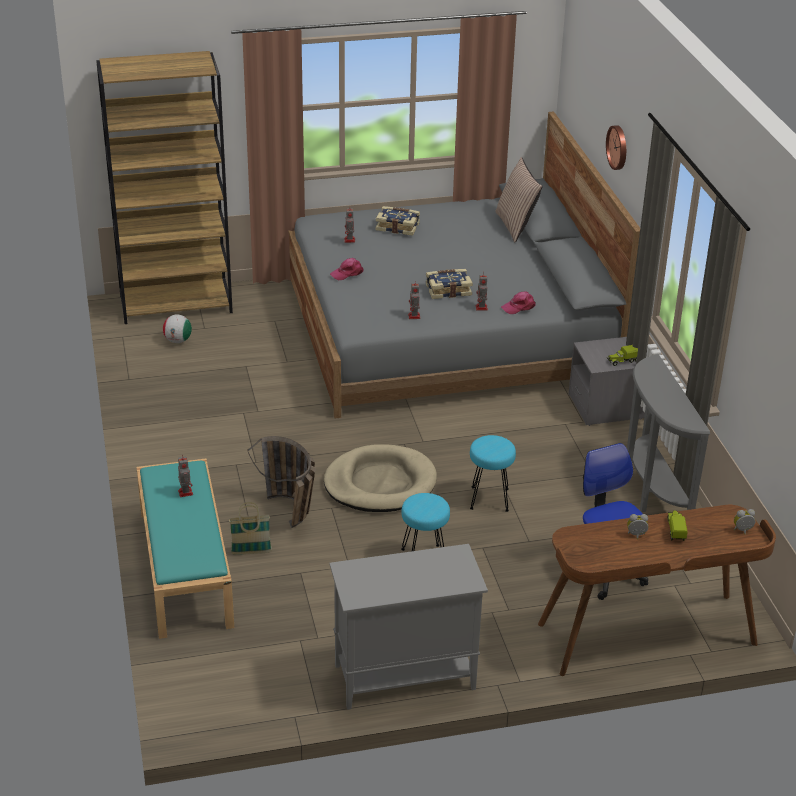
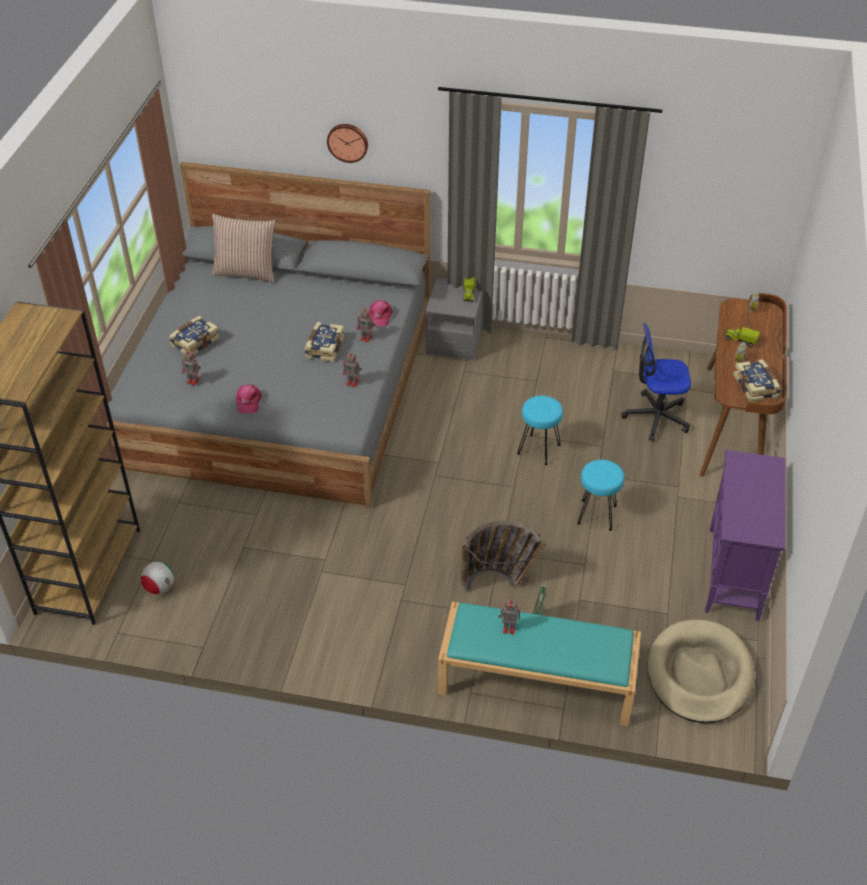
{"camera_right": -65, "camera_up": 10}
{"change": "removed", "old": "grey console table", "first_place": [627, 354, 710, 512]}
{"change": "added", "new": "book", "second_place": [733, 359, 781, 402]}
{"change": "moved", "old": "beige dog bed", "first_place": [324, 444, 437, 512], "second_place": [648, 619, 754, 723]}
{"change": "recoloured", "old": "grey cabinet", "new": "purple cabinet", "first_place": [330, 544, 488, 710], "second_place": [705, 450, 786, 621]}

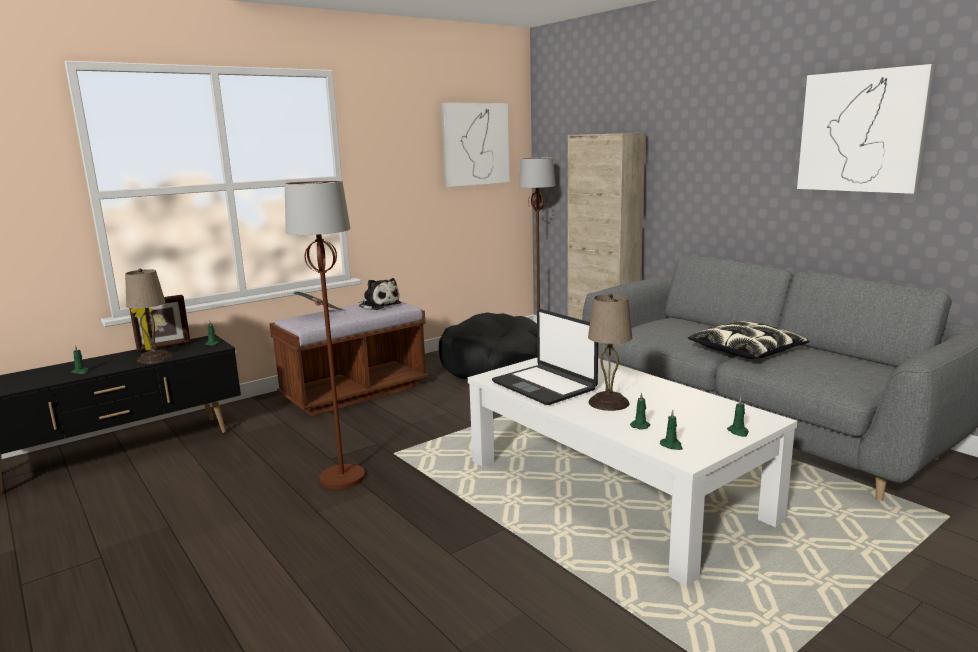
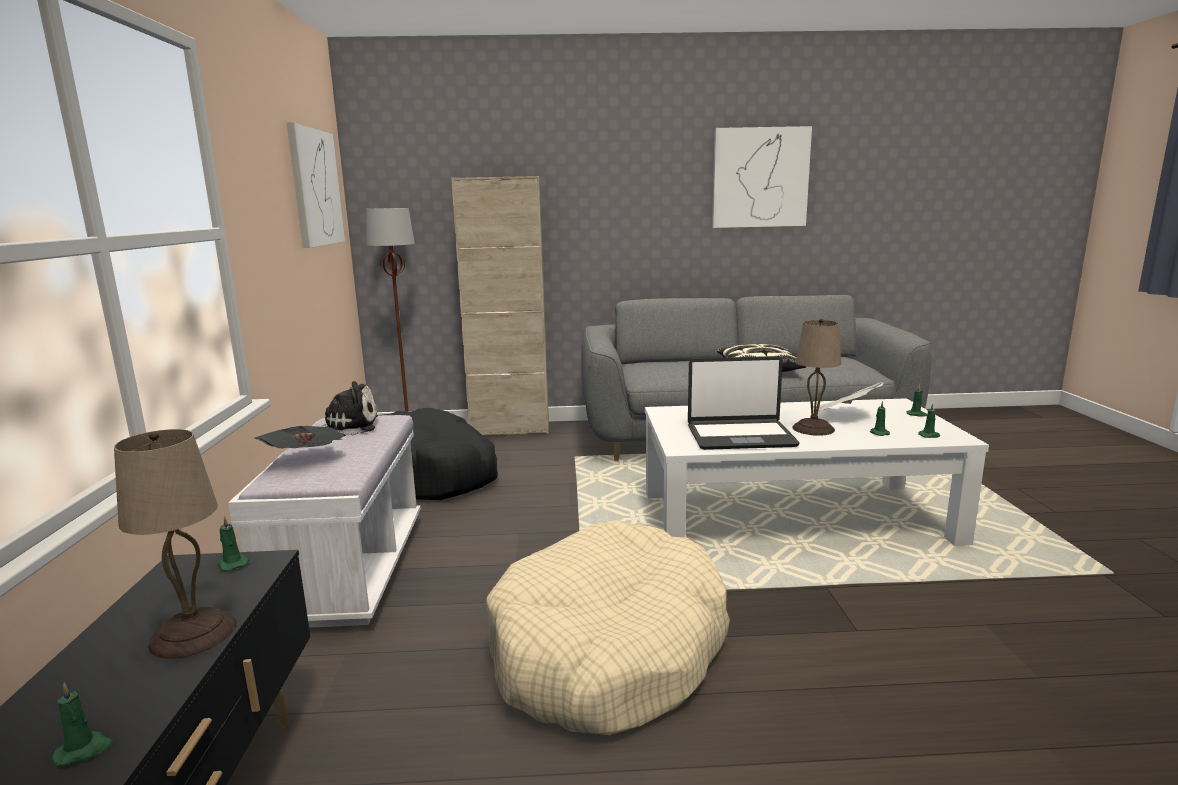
{"camera_right": -55, "camera_up": 0}
{"change": "removed", "old": "picture frame", "first_place": [129, 295, 191, 352]}
{"change": "added", "new": "newspaper", "second_place": [816, 382, 884, 412]}
{"change": "replaced", "old": "brown floor lamp", "new": "beige dog bed", "first_place": [285, 180, 365, 489], "second_place": [486, 520, 730, 735]}
{"change": "recoloured", "old": "brown bench", "new": "white bench", "first_place": [269, 301, 429, 416], "second_place": [228, 415, 421, 628]}

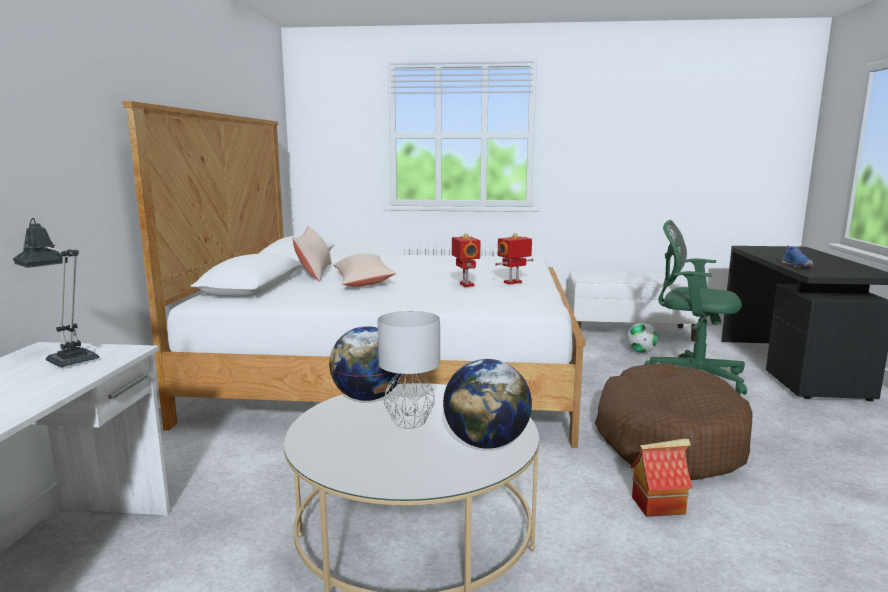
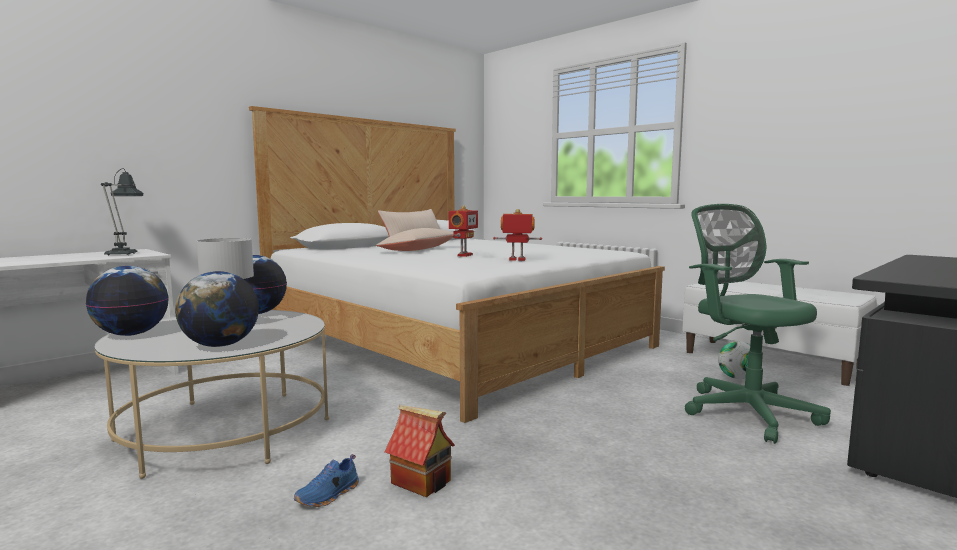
{"camera_right": 40, "camera_up": -5}
{"change": "removed", "old": "brown dog bed", "first_place": [595, 363, 752, 480]}
{"change": "added", "new": "globe", "second_place": [85, 266, 169, 336]}
{"change": "moved", "old": "blue shoe", "first_place": [781, 246, 813, 267], "second_place": [294, 454, 359, 507]}

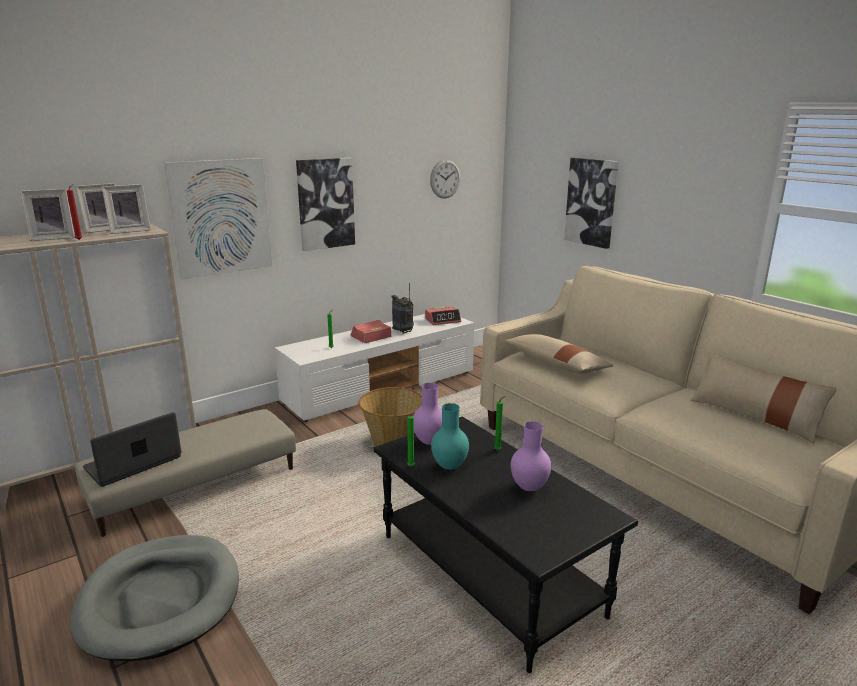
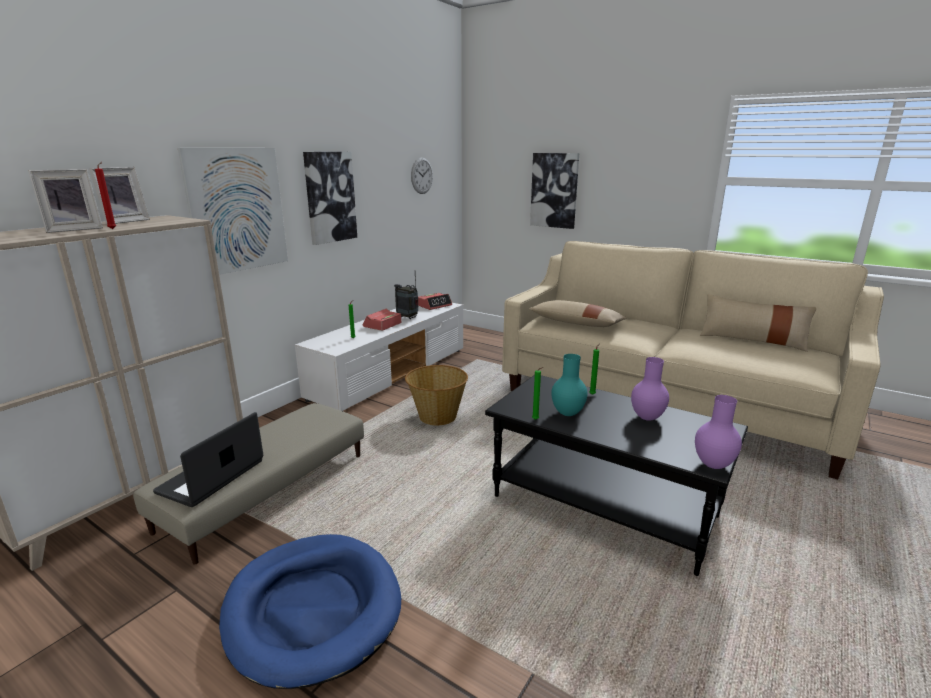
{"camera_right": -20, "camera_up": 0}
{"change": "removed", "old": "picture frame", "first_place": [102, 184, 151, 234]}
{"change": "moved", "old": "purple vase", "first_place": [413, 383, 442, 445], "second_place": [695, 395, 742, 469]}
{"change": "recoloured", "old": "grey dog bed", "new": "blue dog bed", "first_place": [70, 535, 239, 661], "second_place": [219, 534, 401, 689]}

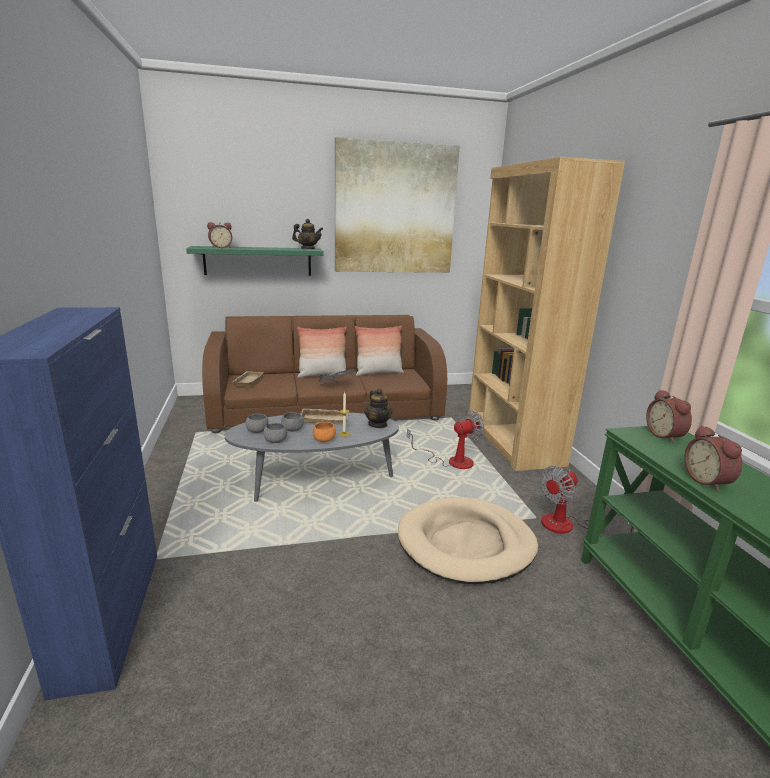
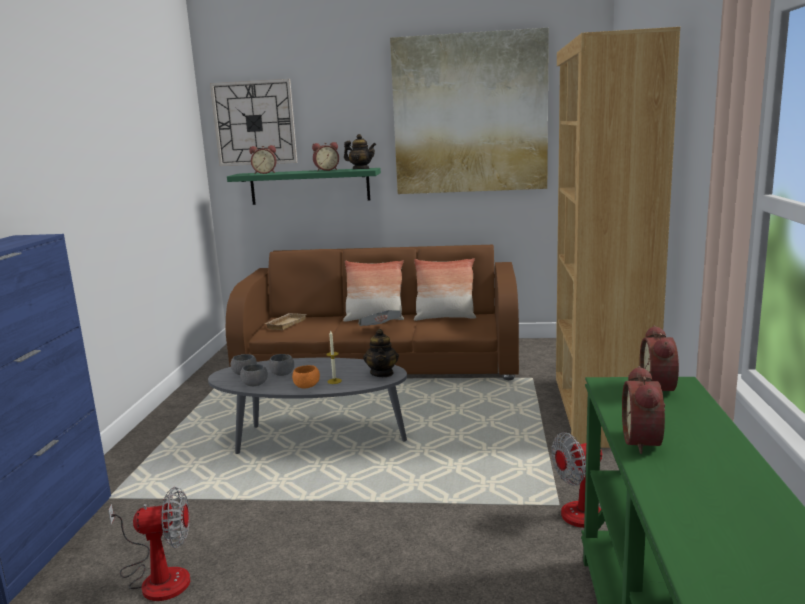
{"camera_right": 20, "camera_up": -5}
{"change": "removed", "old": "beige tray", "first_place": [301, 408, 348, 424]}
{"change": "removed", "old": "beige dog bed", "first_place": [398, 497, 538, 584]}
{"change": "added", "new": "wall clock", "second_place": [210, 79, 297, 166]}
{"change": "added", "new": "alarm clock", "second_place": [312, 142, 339, 171]}
{"change": "moved", "old": "fan", "first_place": [407, 410, 484, 469], "second_place": [108, 487, 190, 601]}

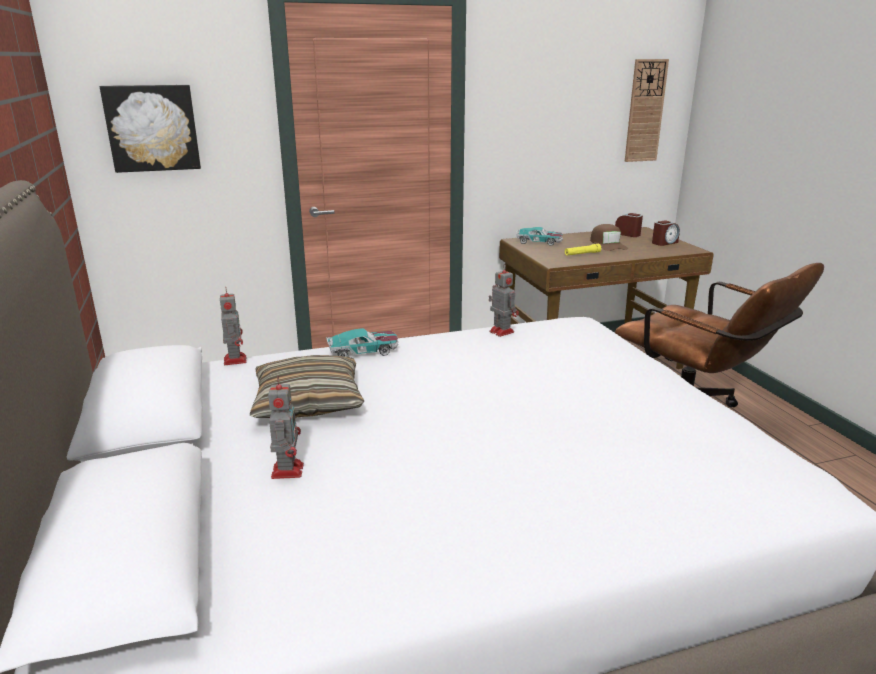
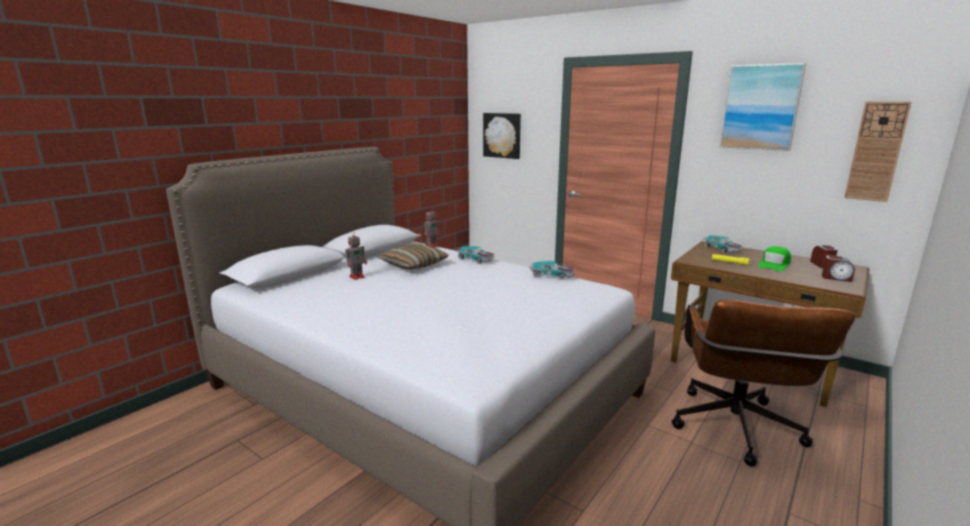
{"camera_right": 55, "camera_up": -5}
{"change": "added", "new": "picture", "second_place": [719, 63, 806, 151]}
{"change": "replaced", "old": "toy robot", "new": "toy car", "first_place": [489, 265, 519, 337], "second_place": [530, 261, 575, 280]}
{"change": "recoloured", "old": "brown cap", "new": "green cap", "first_place": [590, 224, 628, 251], "second_place": [758, 246, 791, 271]}

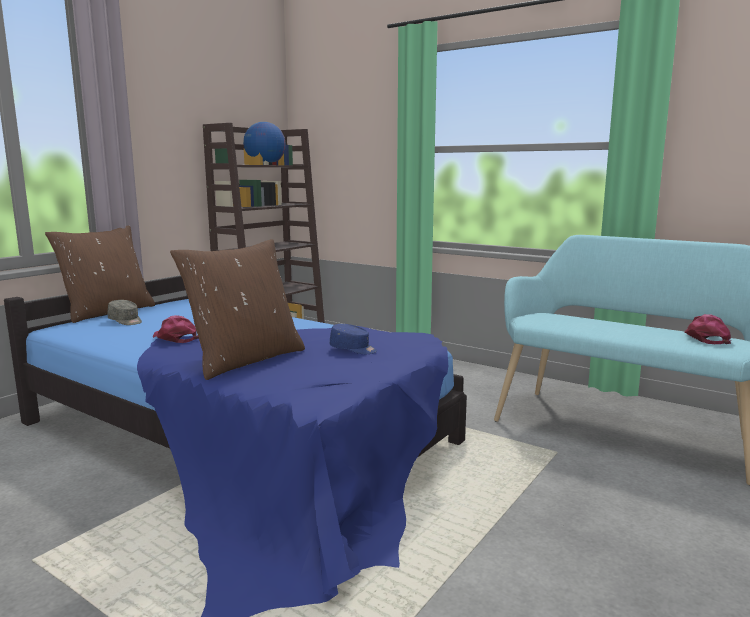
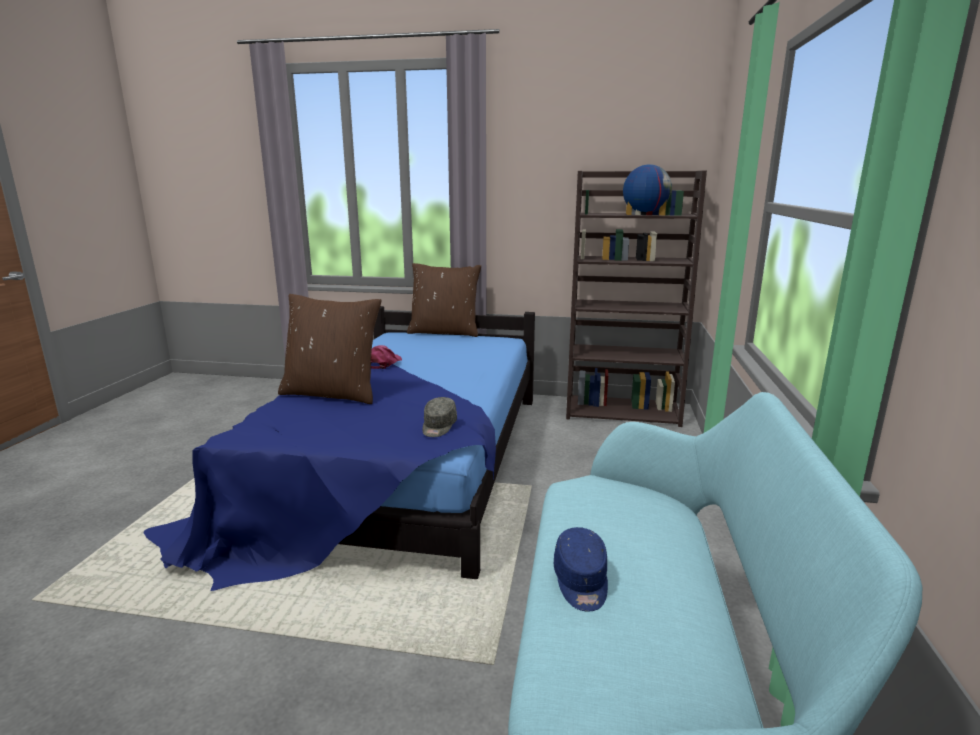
{"camera_right": 65, "camera_up": 5}
{"change": "removed", "old": "pink cap", "first_place": [685, 314, 731, 344]}
{"change": "moved", "old": "grey cap", "first_place": [108, 300, 142, 325], "second_place": [423, 397, 457, 437]}
{"change": "moved", "old": "blue cap", "first_place": [330, 324, 377, 354], "second_place": [554, 527, 608, 611]}

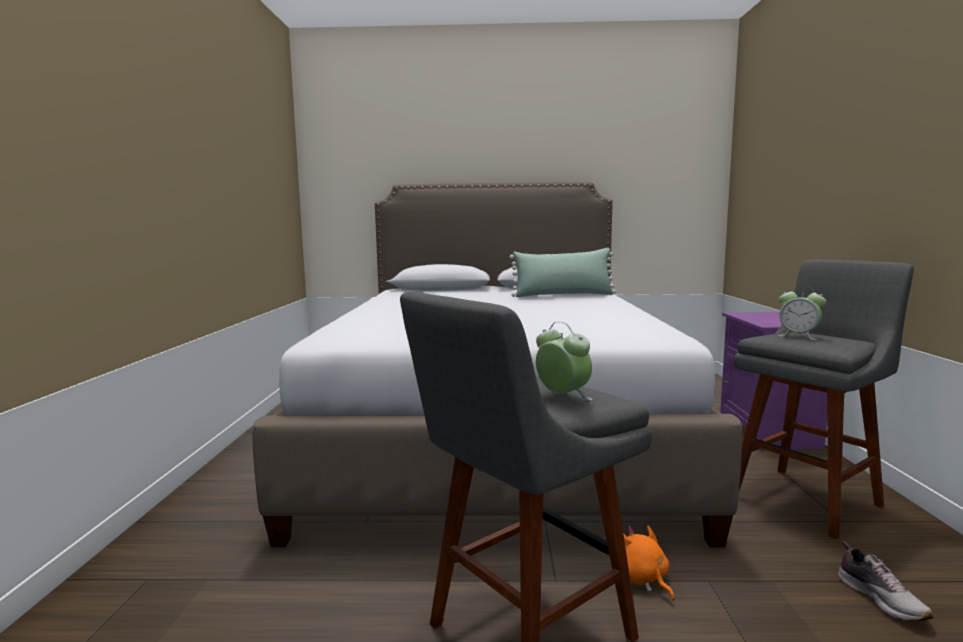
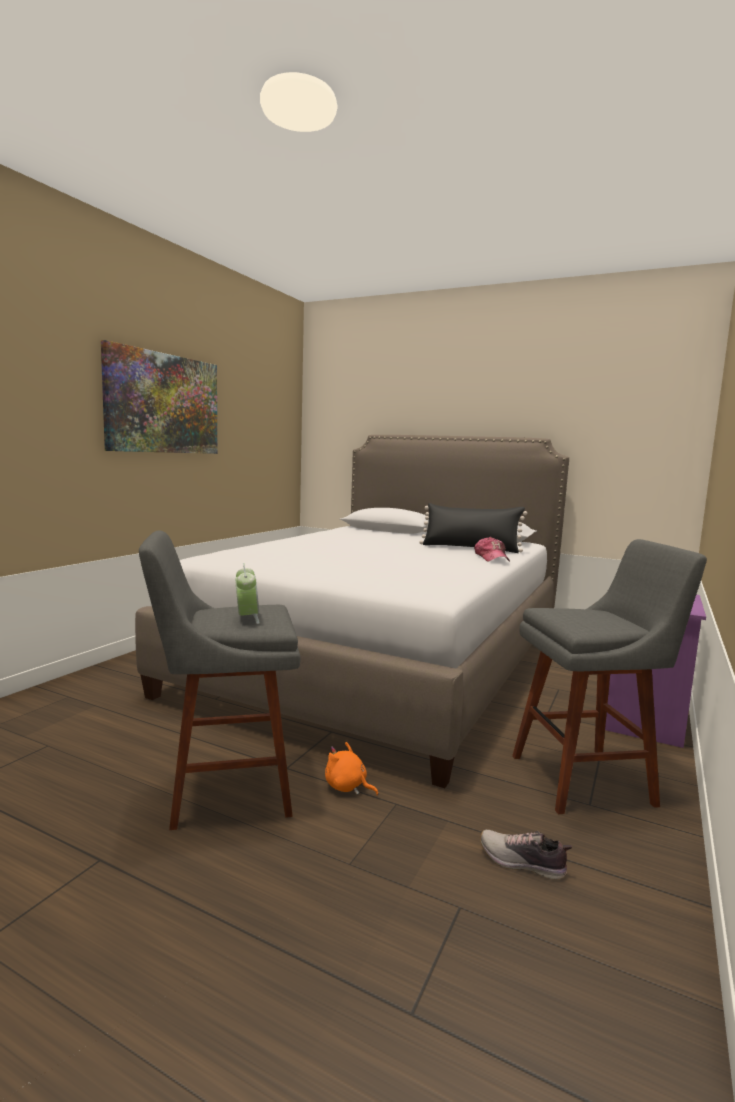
{"camera_right": 25, "camera_up": 0}
{"change": "removed", "old": "alarm clock", "first_place": [779, 286, 826, 340]}
{"change": "added", "new": "picture", "second_place": [101, 340, 217, 454]}
{"change": "added", "new": "cap", "second_place": [474, 537, 510, 562]}
{"change": "recoloured", "old": "green pillow", "new": "black pillow", "first_place": [509, 248, 616, 297], "second_place": [419, 503, 527, 553]}
{"change": "turned", "old": "orange plush toy", "first_place": [623, 526, 674, 600], "second_place": [325, 742, 378, 795], "degrees": -60}
{"change": "turned", "old": "shoe", "first_place": [838, 541, 933, 621], "second_place": [480, 830, 572, 880], "degrees": 105}

